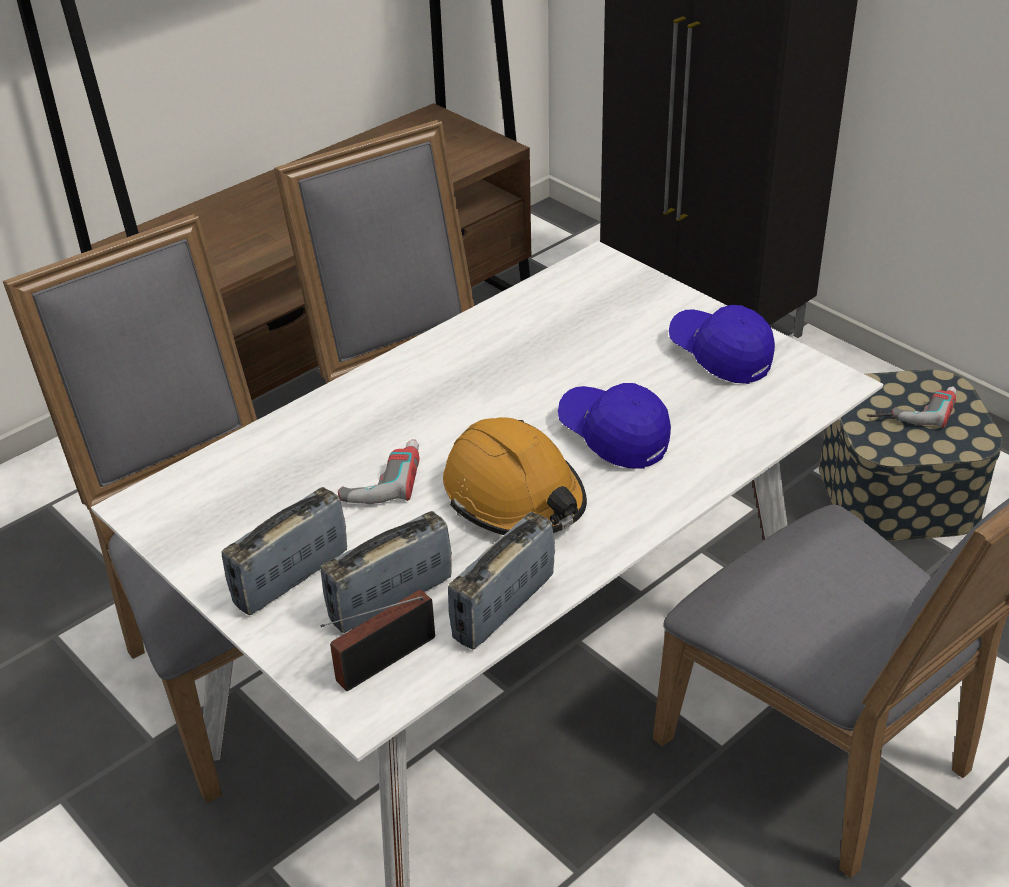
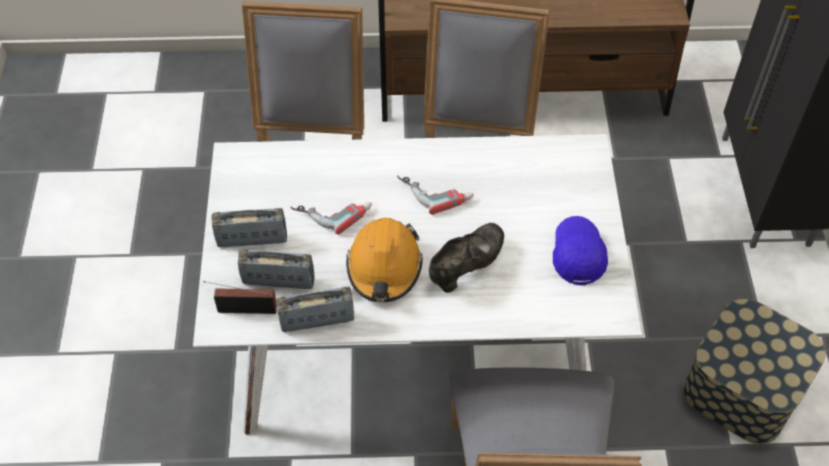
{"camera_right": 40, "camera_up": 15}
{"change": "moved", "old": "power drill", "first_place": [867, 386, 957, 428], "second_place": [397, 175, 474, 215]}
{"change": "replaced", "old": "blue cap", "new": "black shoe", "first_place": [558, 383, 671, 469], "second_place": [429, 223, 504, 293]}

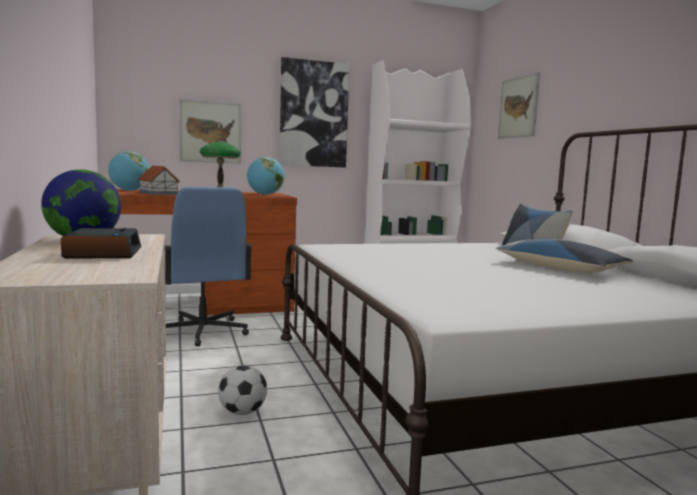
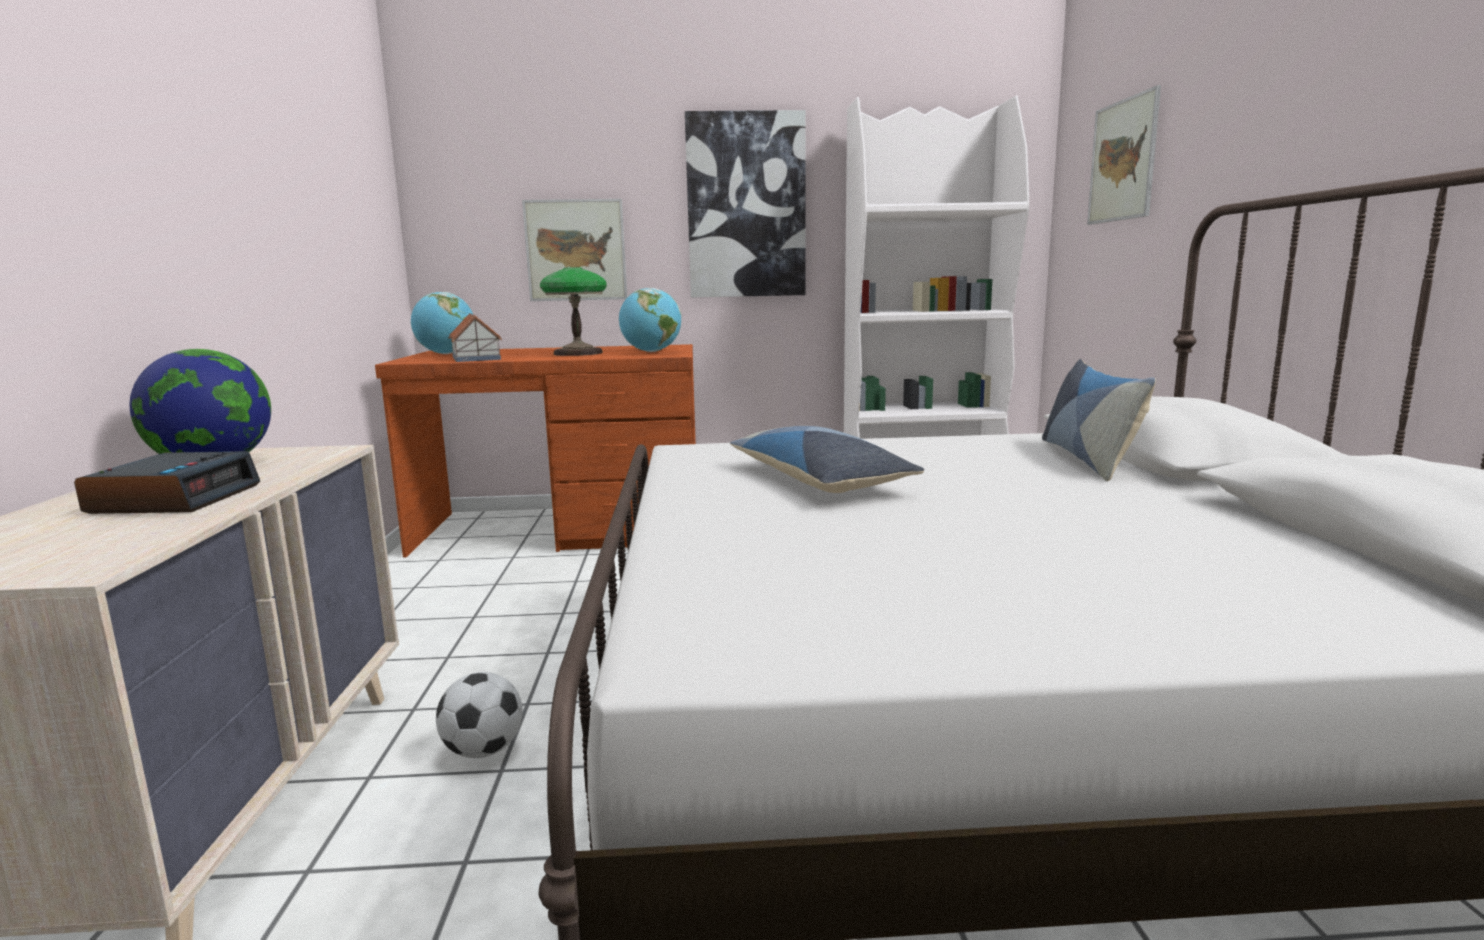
{"camera_right": 15, "camera_up": 5}
{"change": "removed", "old": "blue office chair", "first_place": [165, 187, 253, 346]}
{"change": "moved", "old": "pillow", "first_place": [496, 239, 633, 273], "second_place": [730, 426, 924, 493]}

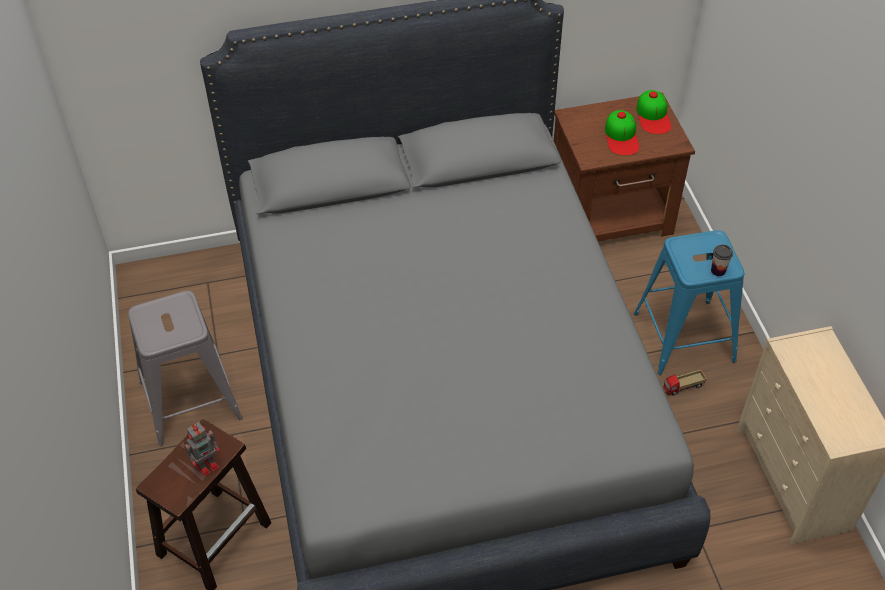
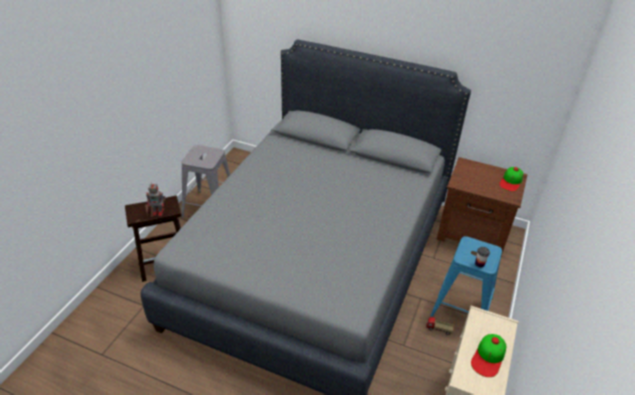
{"camera_right": 35, "camera_up": -10}
{"change": "moved", "old": "cap", "first_place": [605, 110, 640, 156], "second_place": [471, 334, 506, 377]}

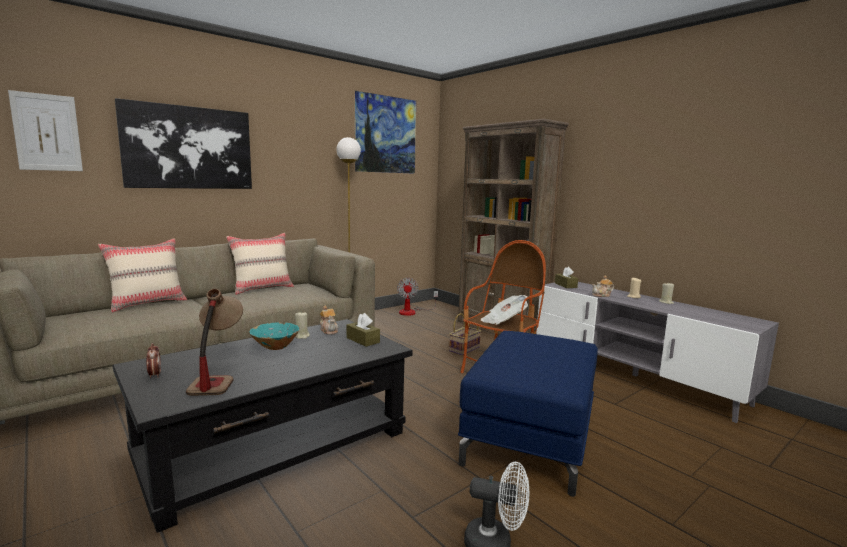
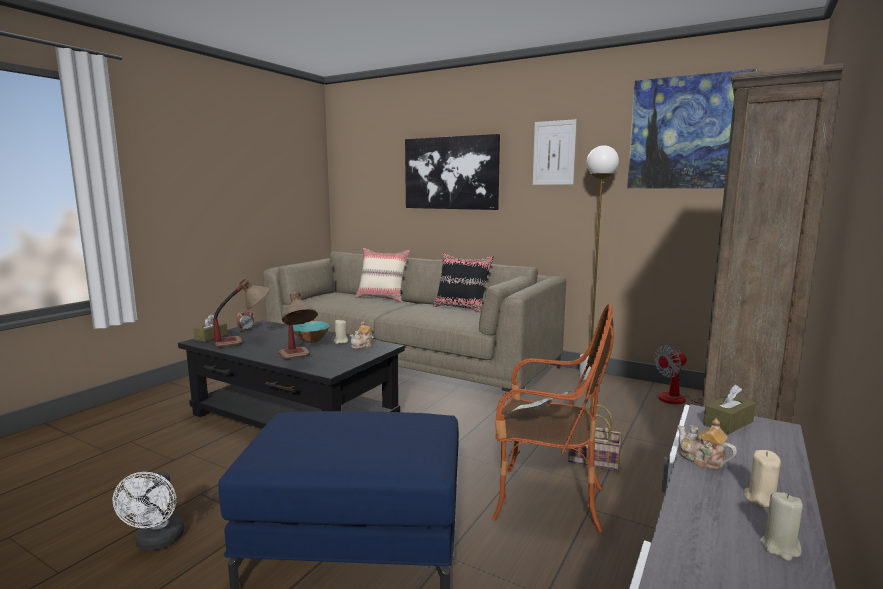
{"camera_right": 70, "camera_up": 0}
{"change": "added", "new": "table lamp", "second_place": [279, 291, 317, 360]}
{"change": "moved", "old": "picture", "first_place": [8, 90, 83, 171], "second_place": [533, 119, 577, 185]}
{"change": "moved", "old": "brown tissue box", "first_place": [347, 313, 380, 347], "second_place": [193, 314, 228, 342]}
{"change": "recoloured", "old": "beige pillow", "new": "black pillow", "first_place": [226, 233, 294, 295], "second_place": [433, 253, 494, 313]}

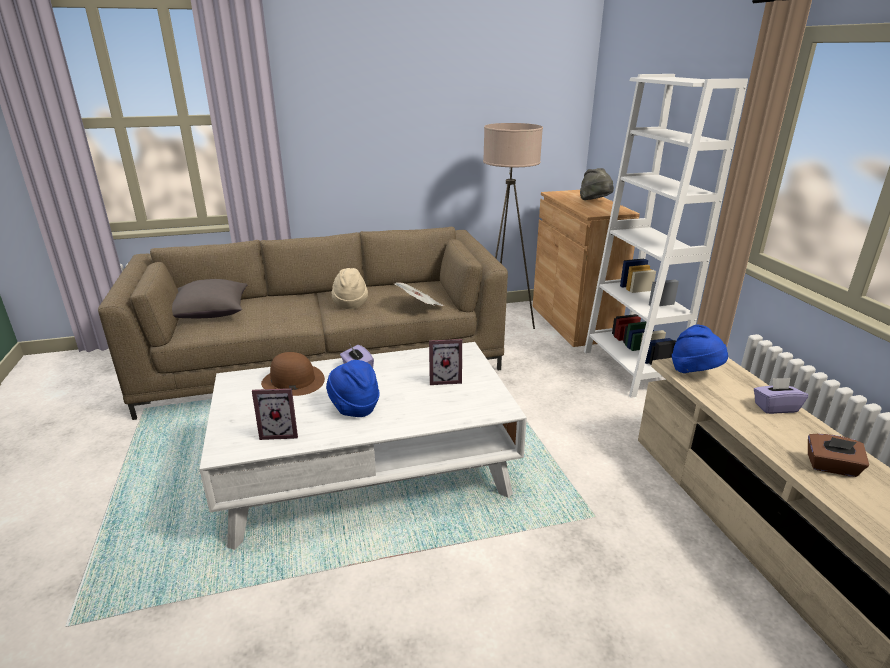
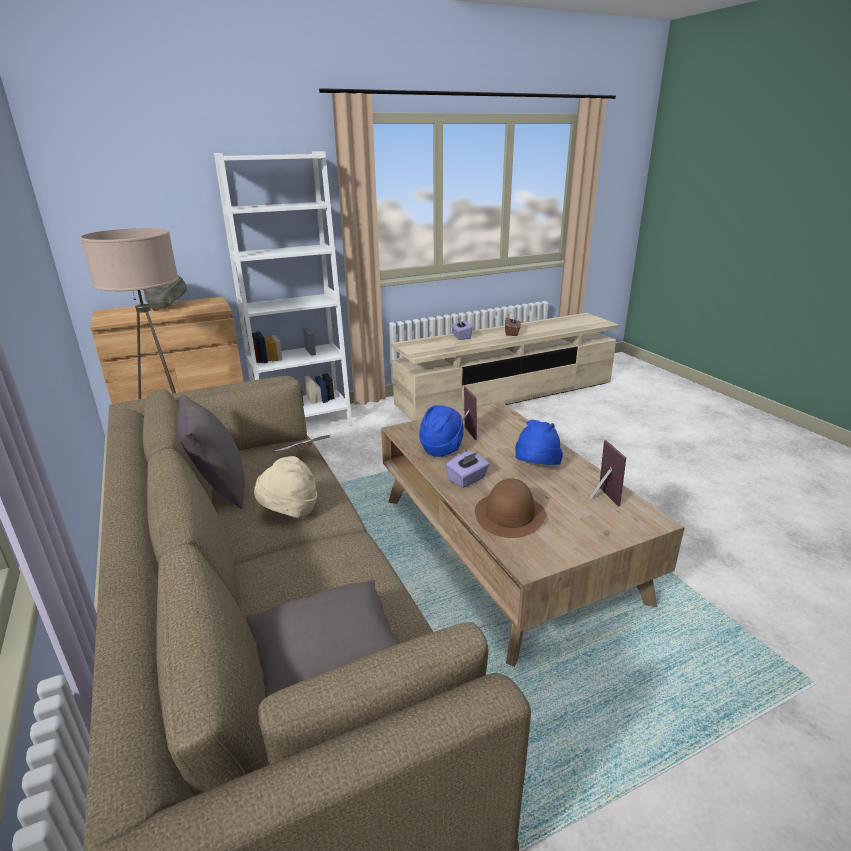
{"camera_right": -100, "camera_up": 0}
{"change": "added", "new": "grey pillow", "second_place": [177, 395, 244, 509]}
{"change": "moved", "old": "blue hat", "first_place": [672, 325, 728, 373], "second_place": [419, 405, 464, 457]}
{"change": "recoloured", "old": "white coffee table", "new": "brown coffee table", "first_place": [199, 342, 527, 550], "second_place": [381, 402, 685, 667]}

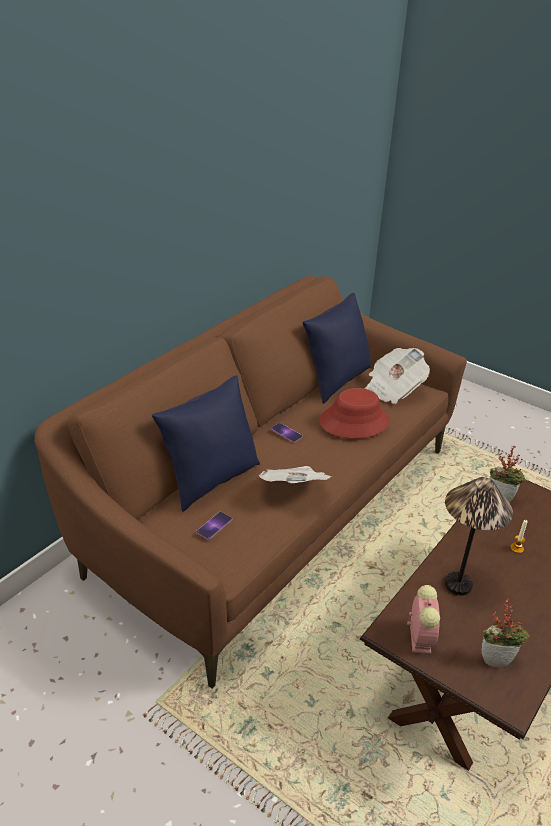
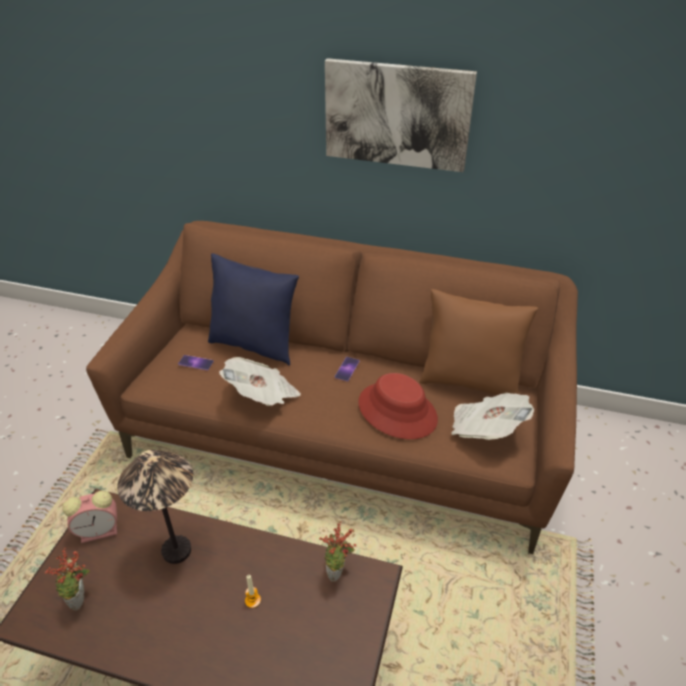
{"camera_right": 70, "camera_up": 5}
{"change": "added", "new": "picture", "second_place": [325, 58, 477, 172]}
{"change": "recoloured", "old": "blue pillow", "new": "brown pillow", "first_place": [302, 293, 370, 403], "second_place": [419, 289, 538, 395]}

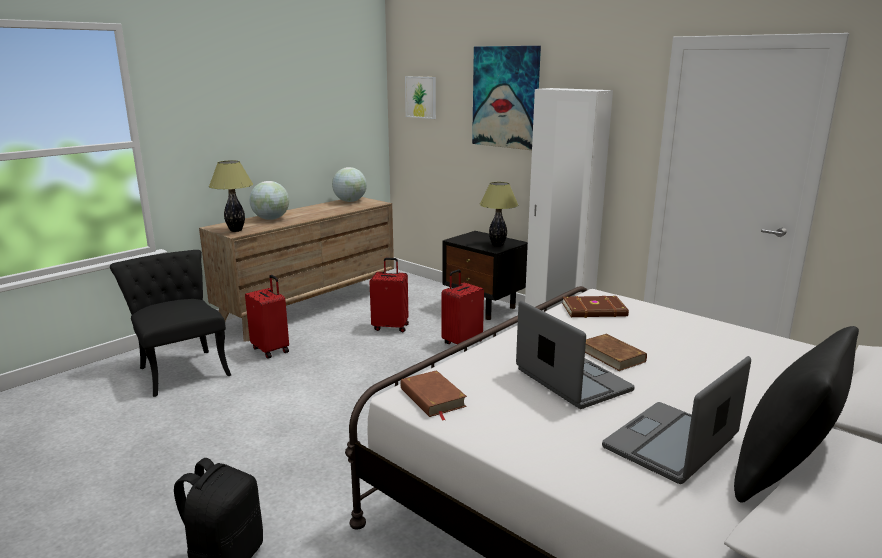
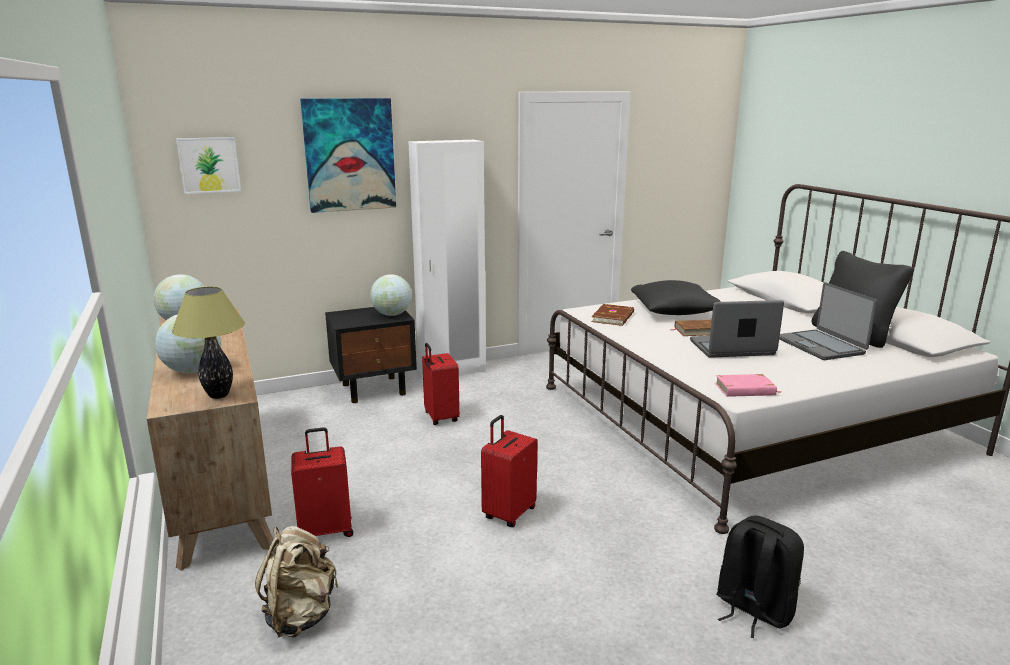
{"camera_right": -65, "camera_up": 0}
{"change": "added", "new": "black pillow", "second_place": [631, 280, 721, 315]}
{"change": "moved", "old": "red suitcase", "first_place": [369, 258, 409, 332], "second_place": [481, 415, 538, 527]}
{"change": "replaced", "old": "black chair", "new": "beige backpack", "first_place": [110, 250, 231, 397], "second_place": [255, 526, 338, 638]}
{"change": "replaced", "old": "table lamp", "new": "globe", "first_place": [479, 182, 518, 247], "second_place": [370, 274, 412, 316]}
{"change": "recoloured", "old": "brown book", "new": "pink book", "first_place": [400, 370, 467, 421], "second_place": [715, 374, 782, 397]}

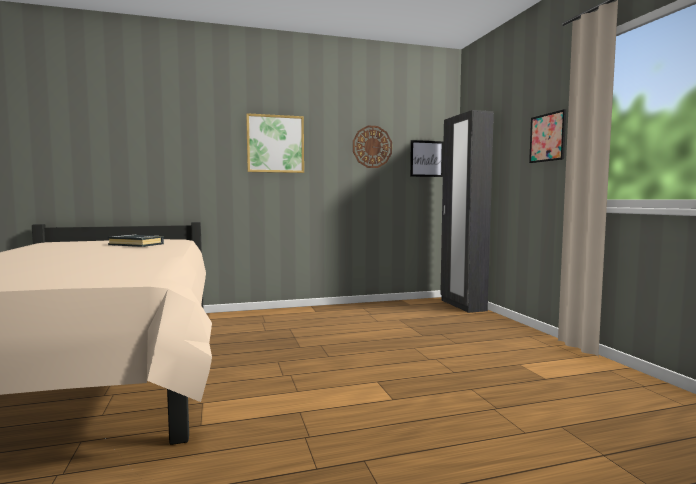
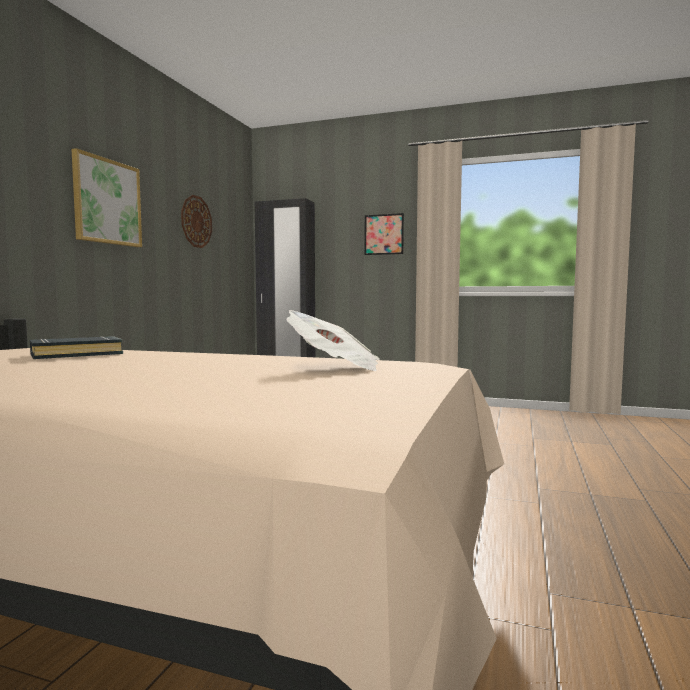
{"camera_right": -55, "camera_up": 0}
{"change": "removed", "old": "picture", "first_place": [410, 140, 444, 177]}
{"change": "added", "new": "newspaper", "second_place": [287, 310, 379, 371]}

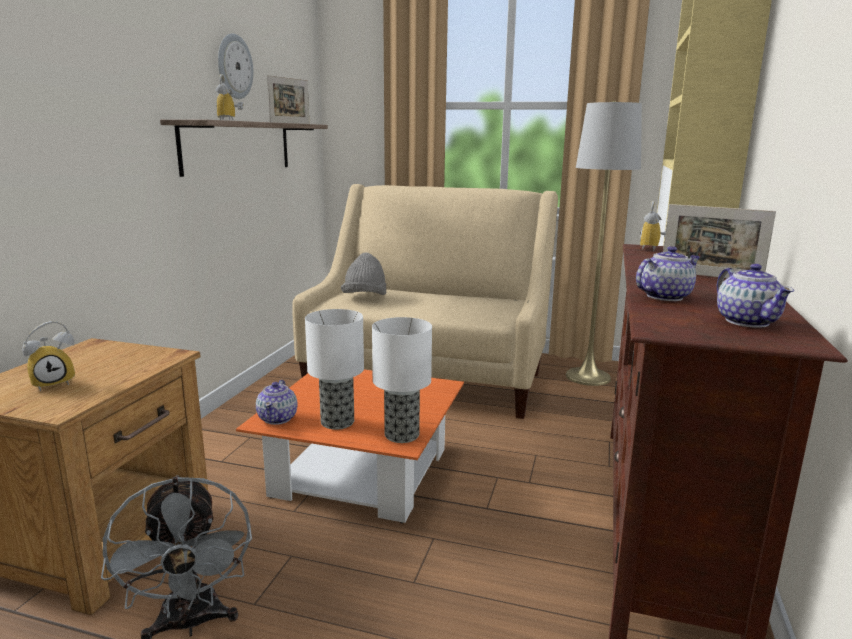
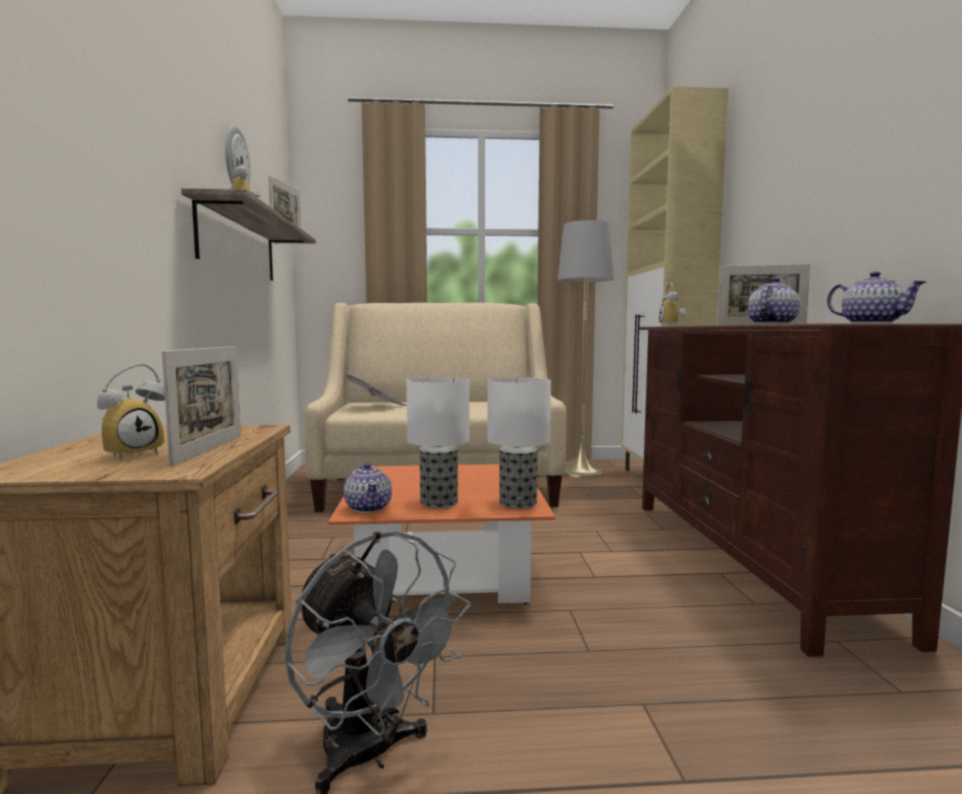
{"camera_right": -20, "camera_up": -10}
{"change": "added", "new": "picture frame", "second_place": [162, 346, 241, 467]}
{"change": "replaced", "old": "grey hat", "new": "newspaper", "first_place": [341, 253, 386, 295], "second_place": [344, 375, 407, 406]}

